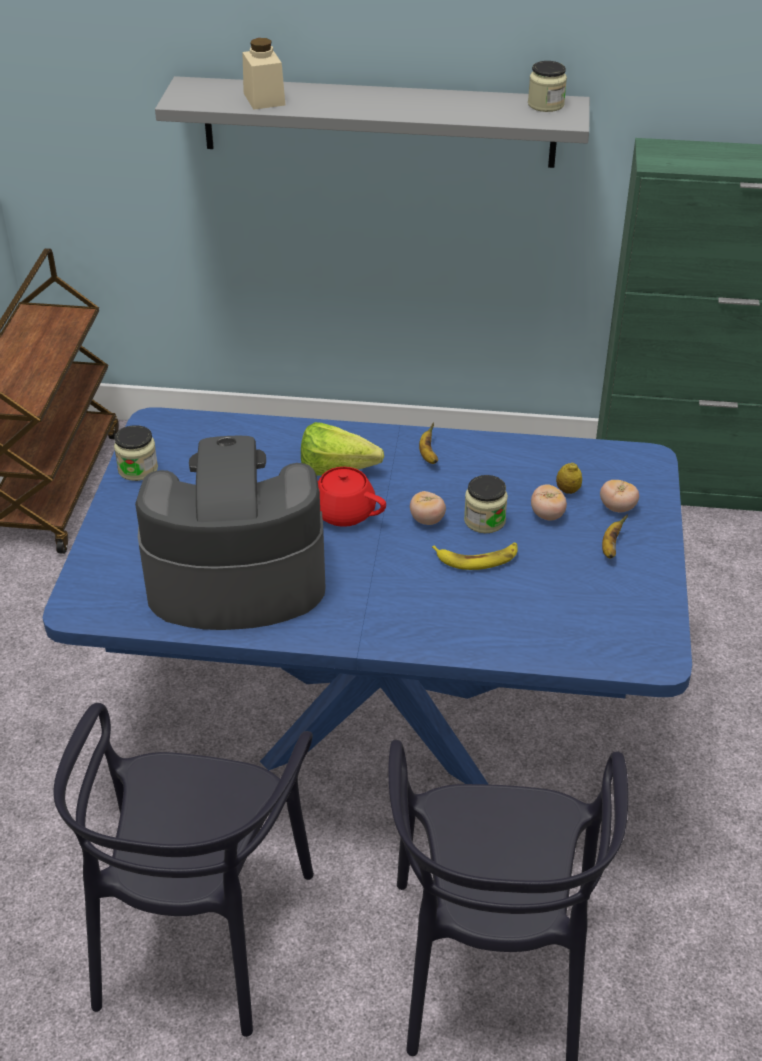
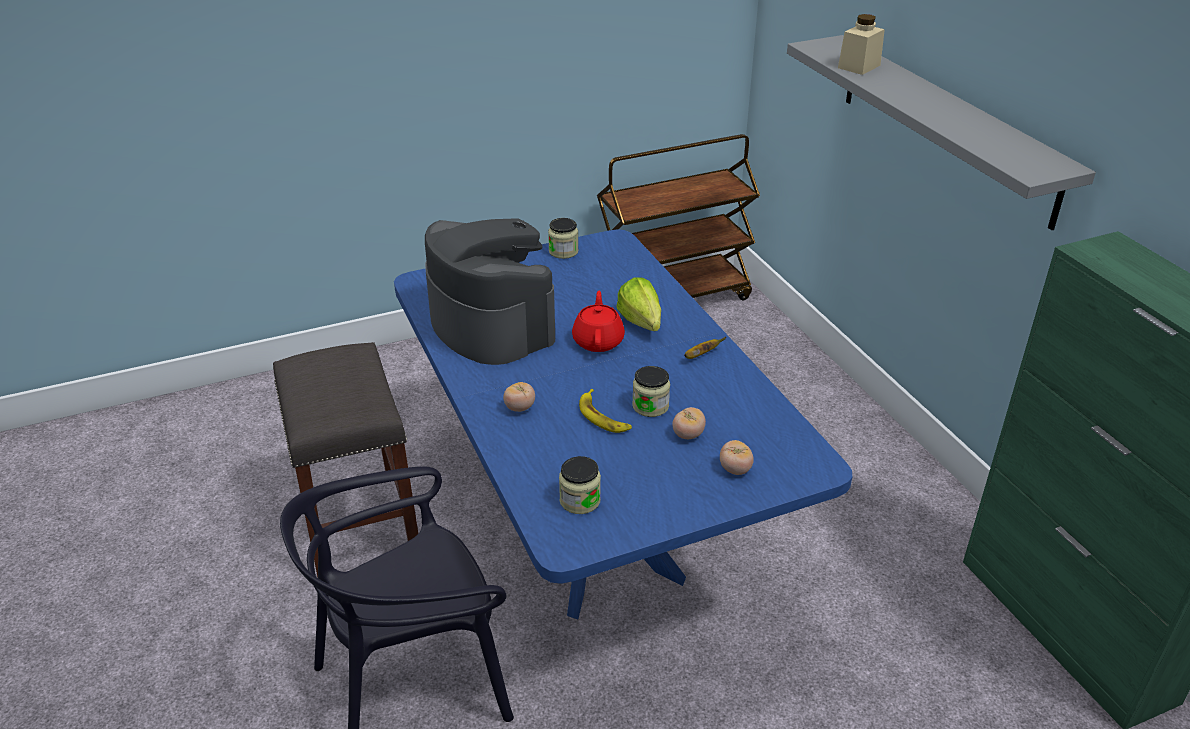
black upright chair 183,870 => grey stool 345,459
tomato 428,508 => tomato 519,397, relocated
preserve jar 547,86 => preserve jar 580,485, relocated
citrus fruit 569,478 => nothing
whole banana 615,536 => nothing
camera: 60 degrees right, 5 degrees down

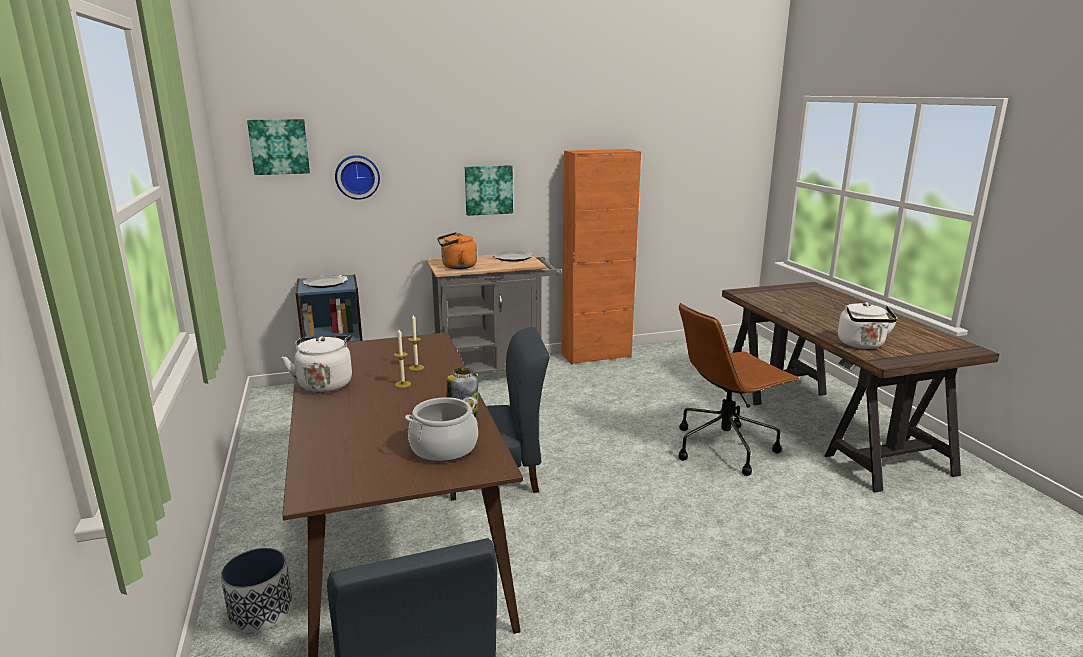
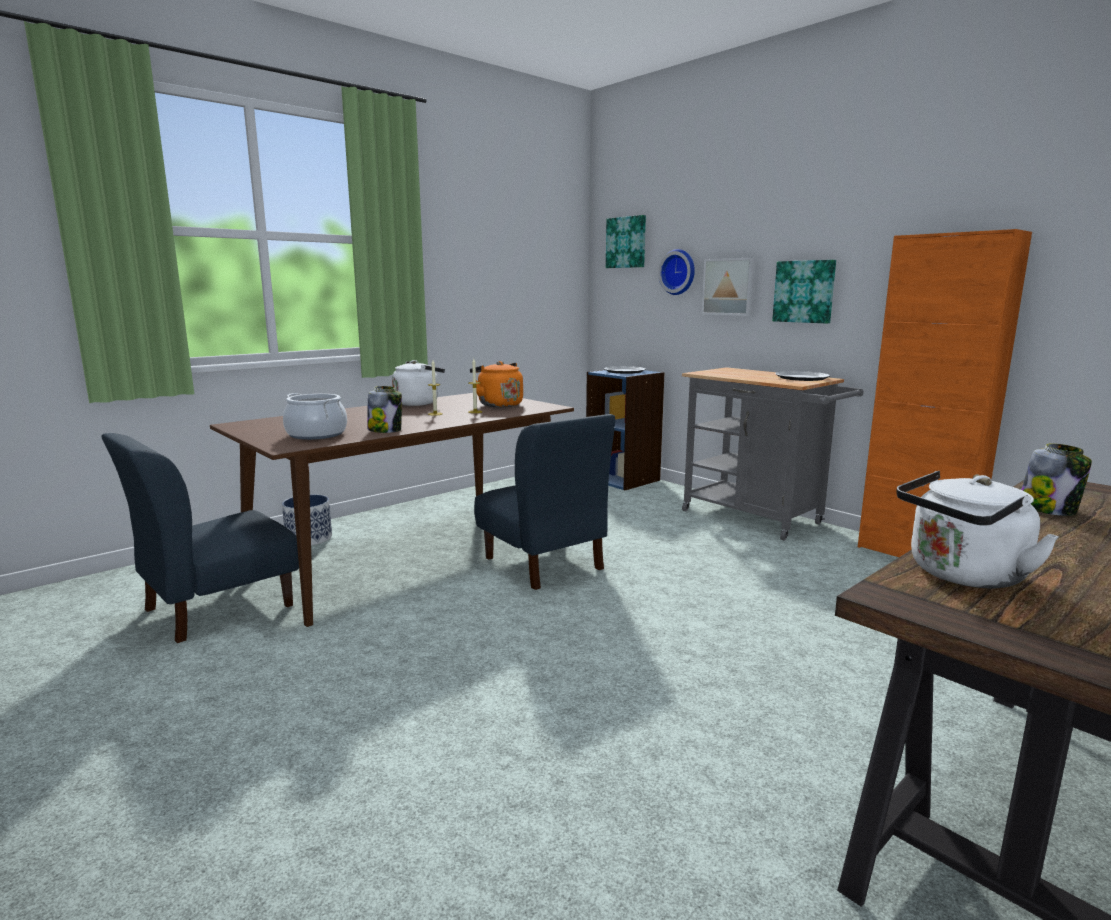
orange water kettle 457,250 => orange water kettle 496,384, relocated
brown desk chair 740,389 => nothing
nothing => picture 729,287
nothing => preserve jar 1056,479
camera: 65 degrees right, 5 degrees down

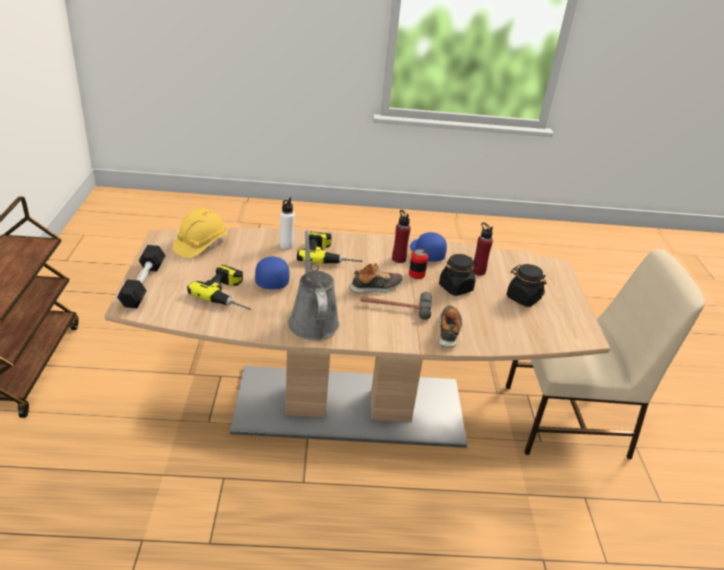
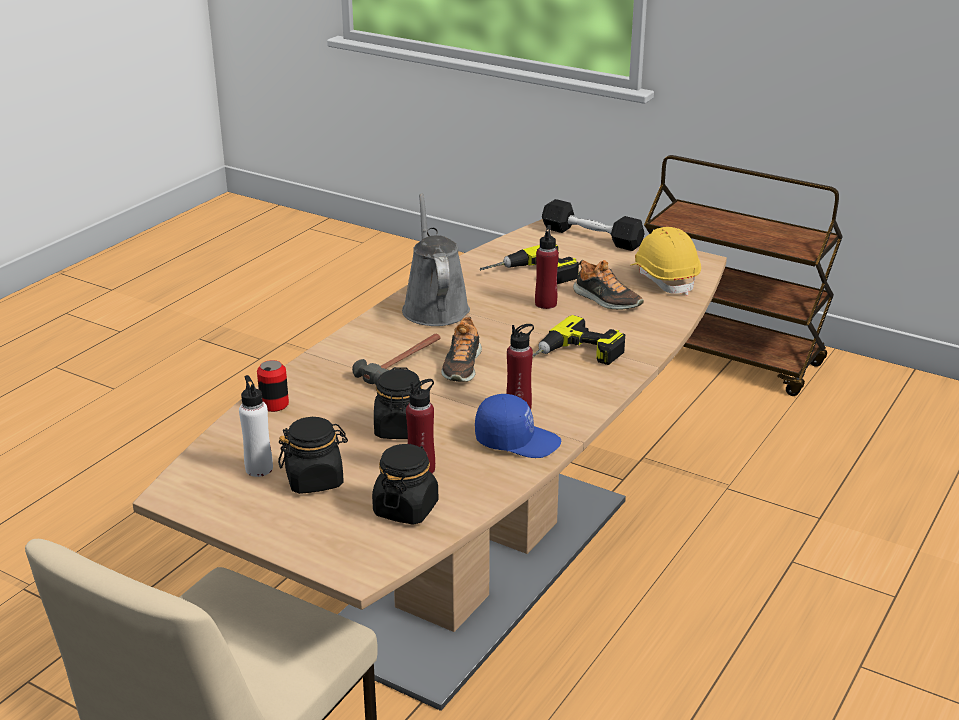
blue cap 272,272 => red-coloured drink bottle 547,267
whitish drink bottle 287,224 => whitish drink bottle 256,426, relocated
grey sprinkling can 314,285 => grey sprinkling can 436,260, 120 degrees counterclockwise
can 418,264 => can 273,386, relocated
low shoe 450,326 => low shoe 608,285, relocated
nothing => black preserve jar 405,484
camera: 125 degrees right, 5 degrees down

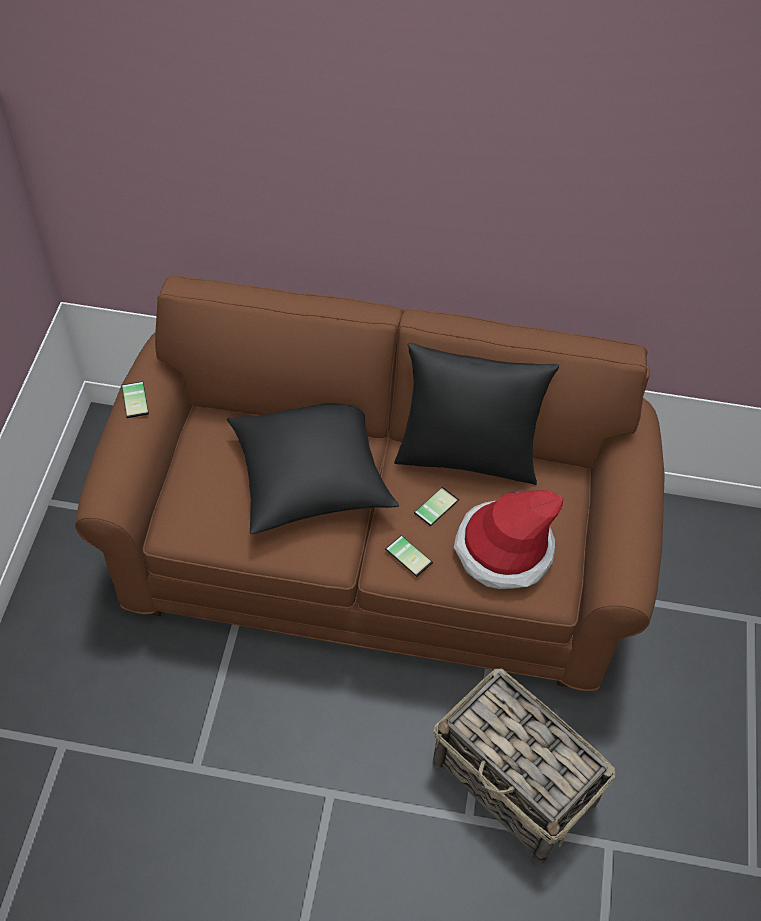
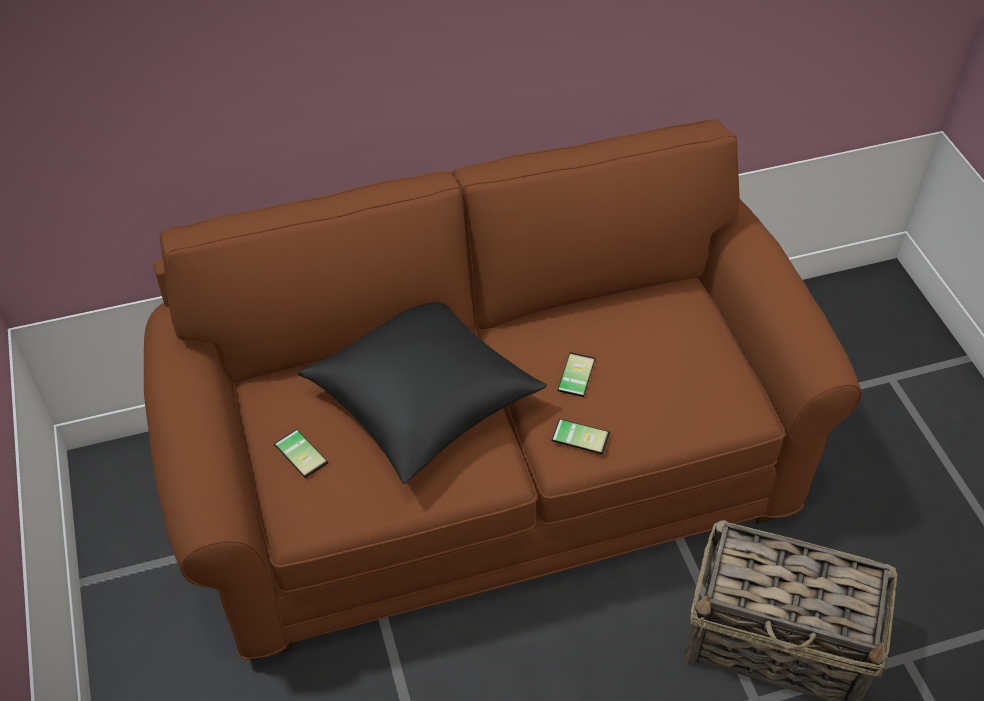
telephone 136,399 => telephone 301,453, relocated
black cushion 476,414 => nothing
wearable hat 508,539 => nothing
camera: 25 degrees left, 5 degrees down

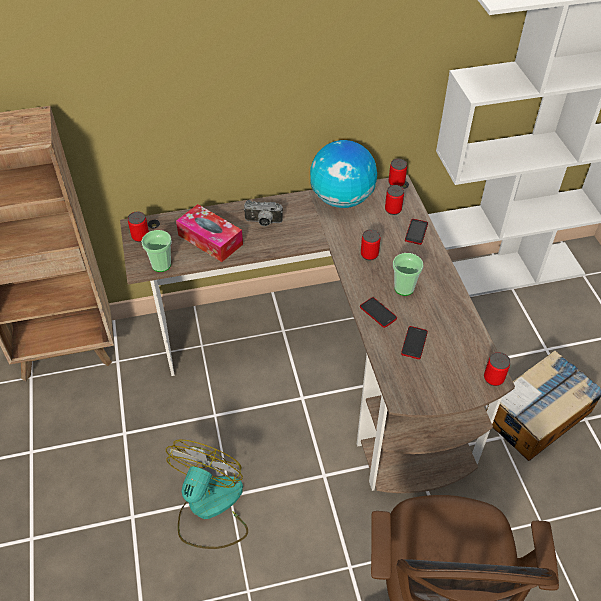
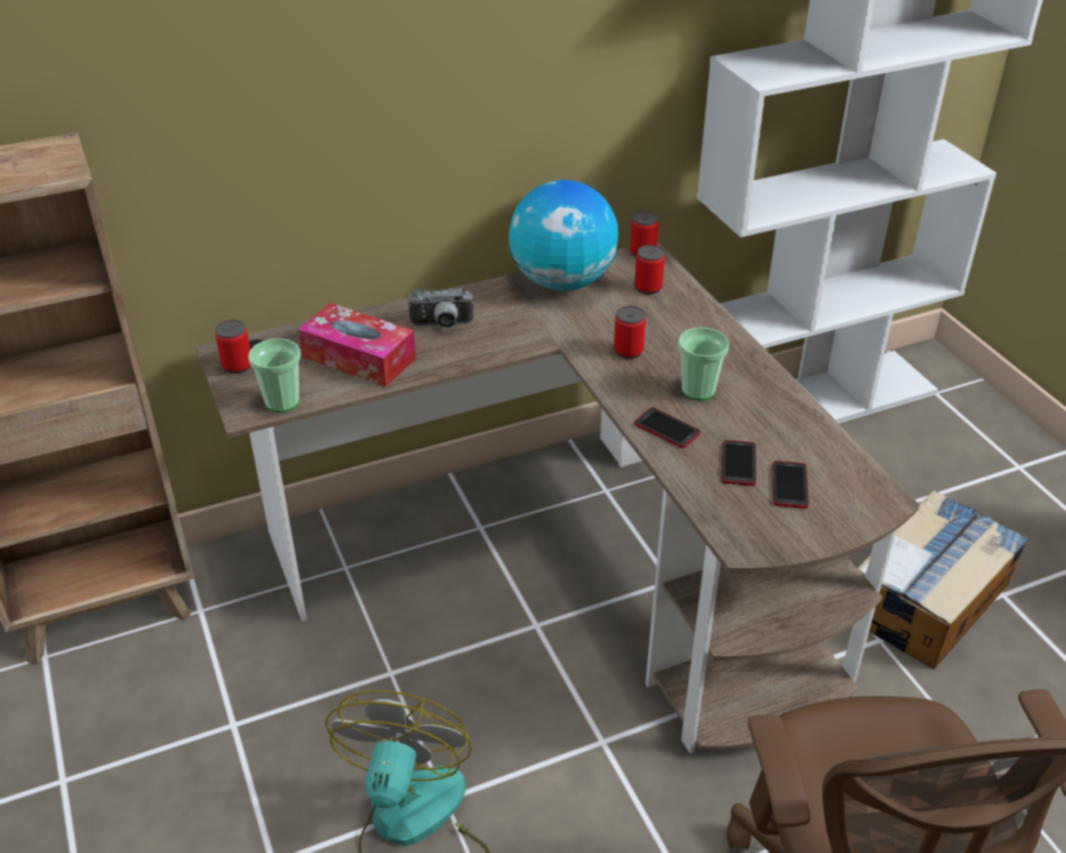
telephone 416,232 => telephone 790,485, relocated
can 497,369 => nothing
camera: 10 degrees left, 10 degrees down

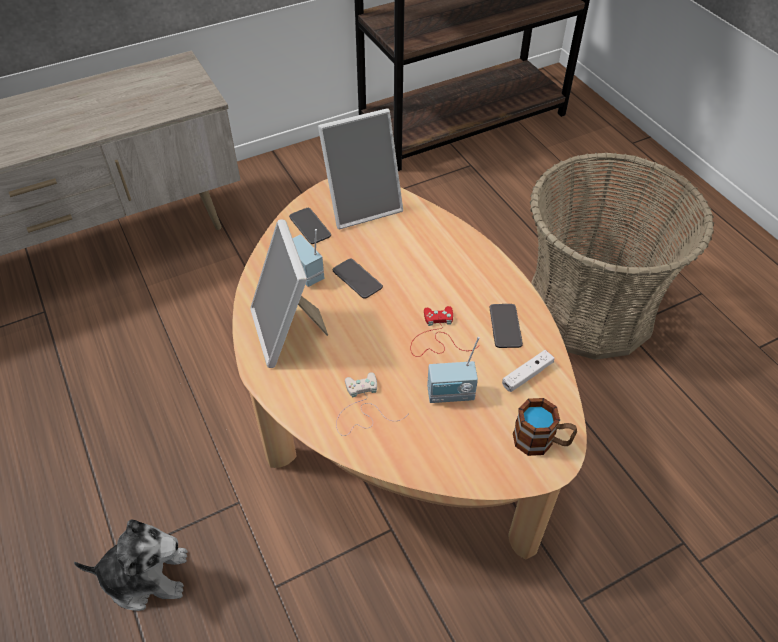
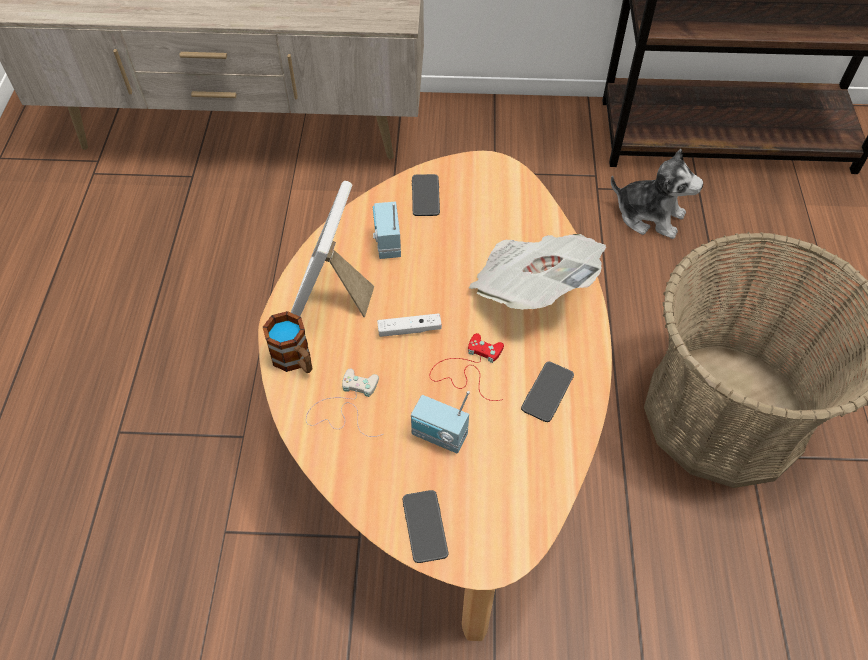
plush toy 131,565 => plush toy 657,194, relocated
photo frame 360,168 => nothing
telephone 358,279 => telephone 426,526, relocated
whitish joypad 528,371 => whitish joypad 409,325, relocated
mug 545,427 => mug 287,342, relocated
nothing => printed paper 538,272
camera: 30 degrees right, 5 degrees up

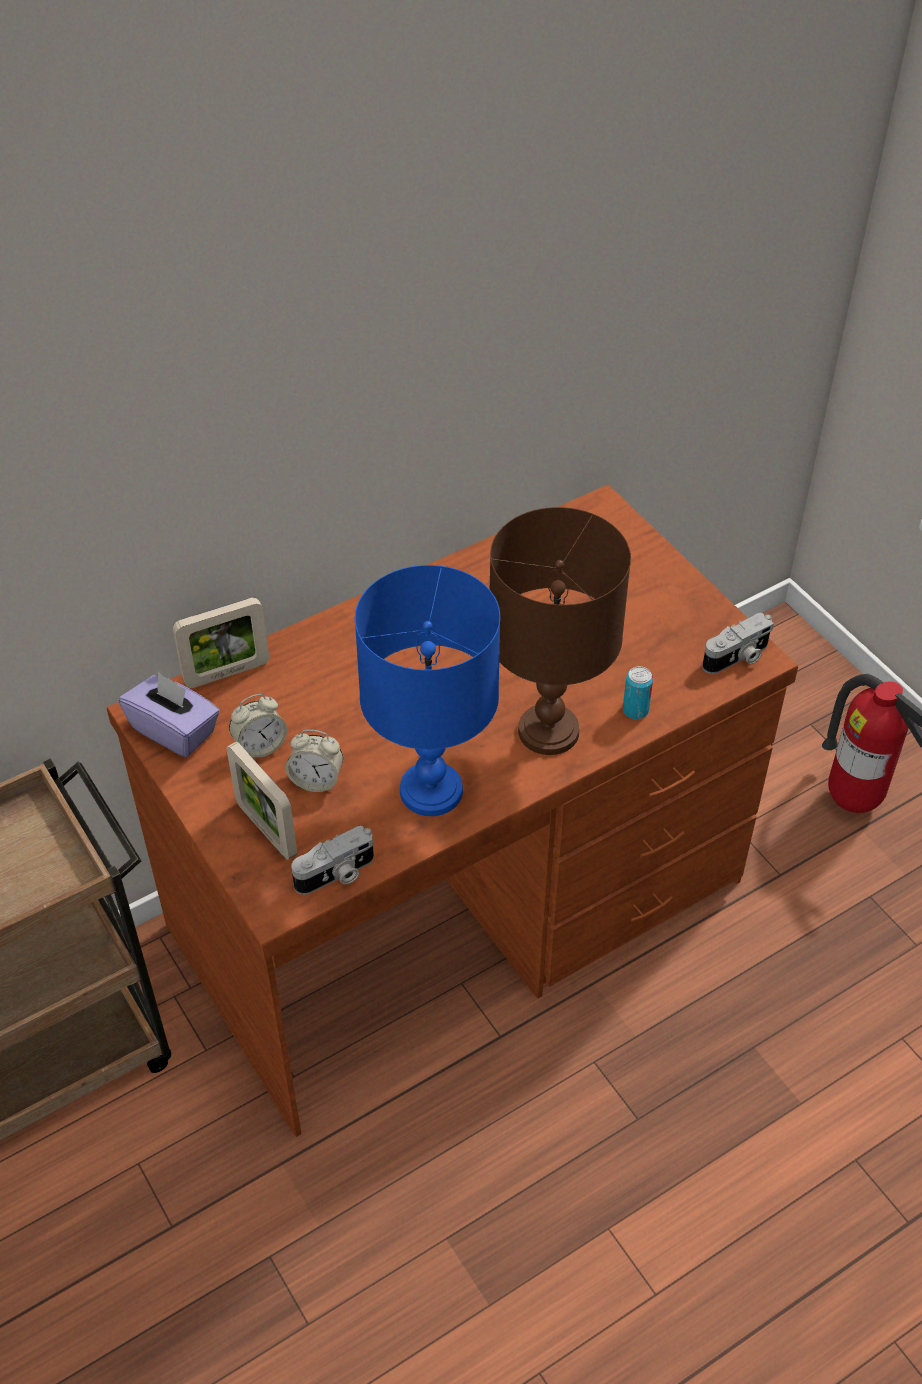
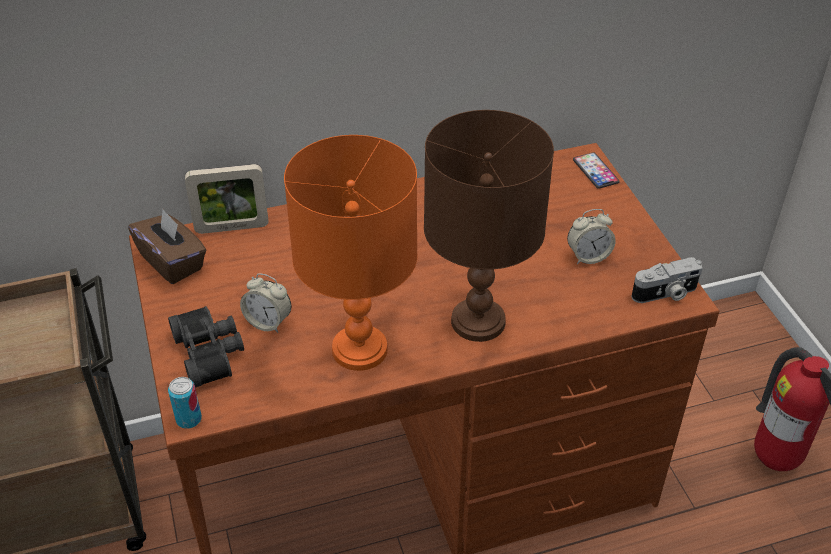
purple tissue holder 169,714 => brown tissue holder 167,246
photo frame 261,801 => black binoculars 206,347
table clock 258,726 => table clock 591,236, relocated
still camera 332,860 => nothing
blue lamp for a table 427,690 => orange lamp for a table 351,253
can 638,692 => can 185,403, relocated
nothing => telephone 596,170
camera: 15 degrees right, 5 degrees down

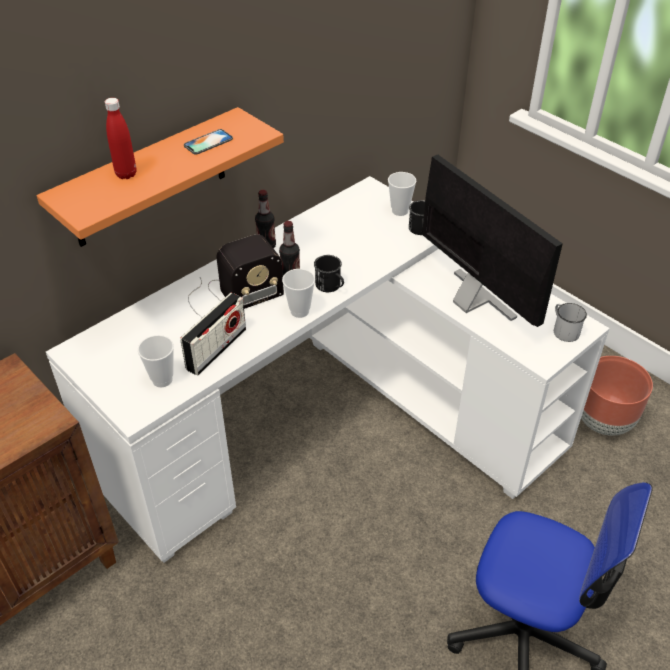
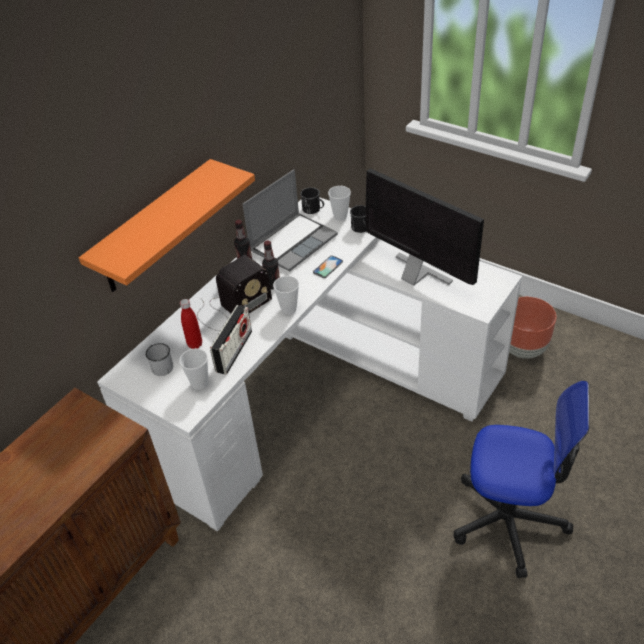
red-coloured drink bottle 121,138 => red-coloured drink bottle 191,324, relocated
telephone 208,142 => telephone 328,266, relocated
black mug 329,273 => black mug 312,200, relocated
whitish mug 570,322 => whitish mug 159,359, relocated
nothing => notebook computer 290,220
camera: 10 degrees left, 0 degrees up

